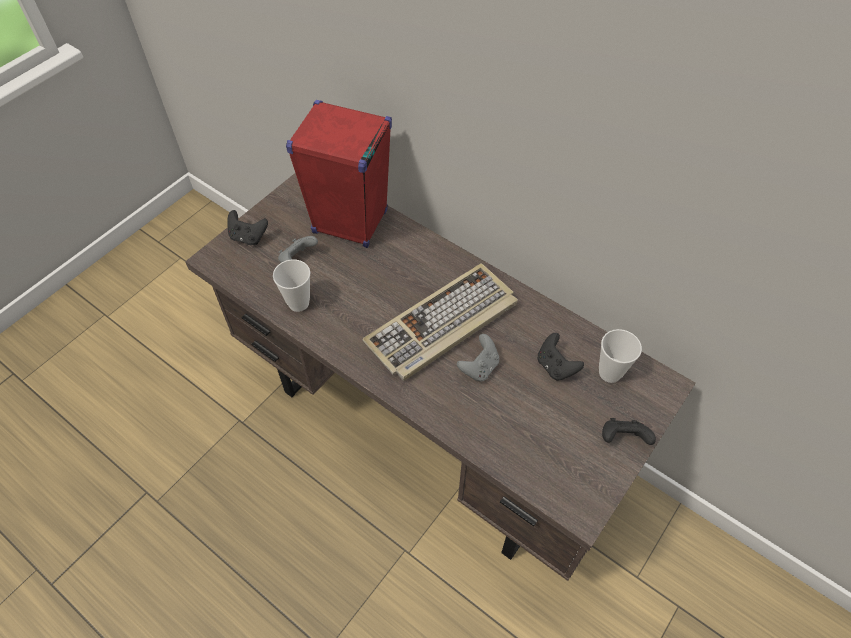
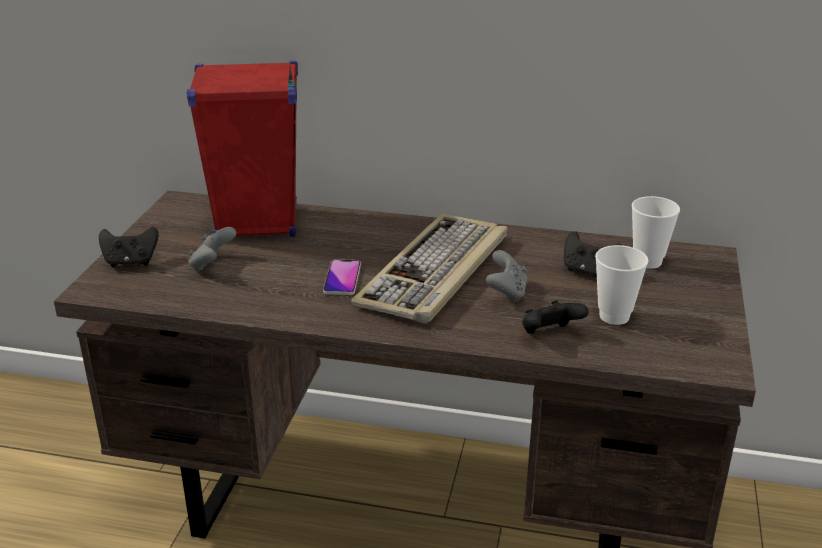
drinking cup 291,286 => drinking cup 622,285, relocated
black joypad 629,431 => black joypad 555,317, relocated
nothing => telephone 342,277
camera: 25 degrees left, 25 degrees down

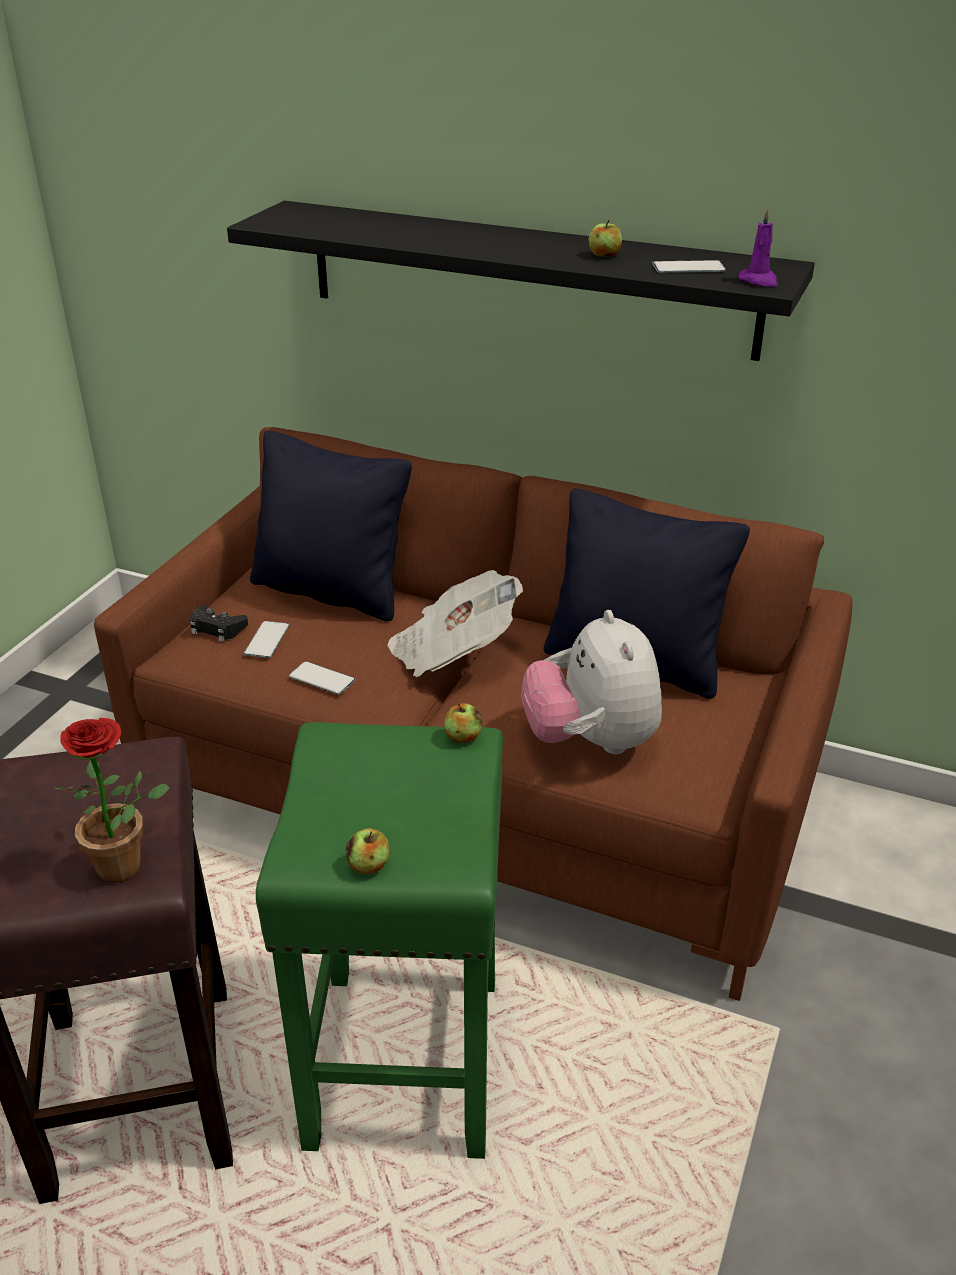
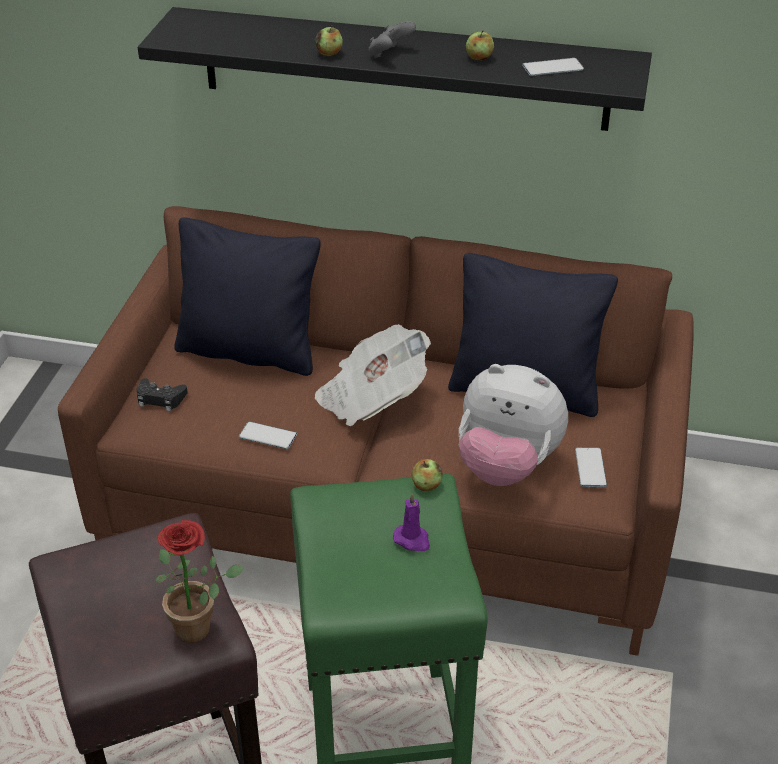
telephone 266,639 => telephone 591,467, relocated
whole apple 368,851 => whole apple 329,40, relocated
plush toy 591,682 => plush toy 513,425, 45 degrees counterclockwise
purple wax candle 758,247 => purple wax candle 411,522, relocated
nothing => grey joypad 392,39
camera: 10 degrees left, 5 degrees up

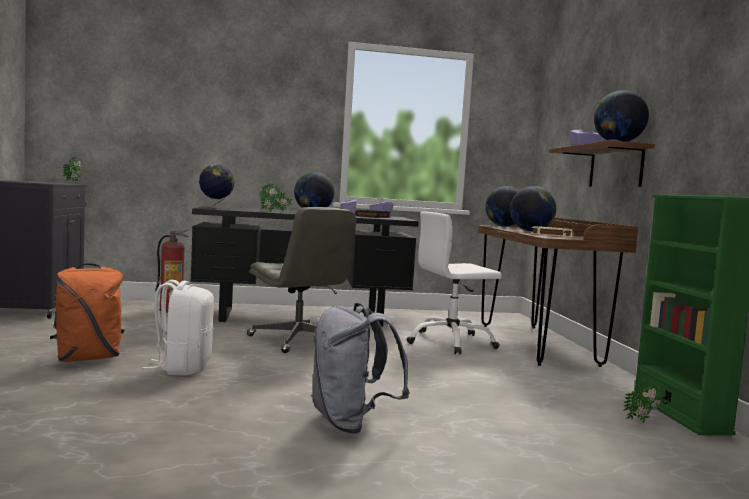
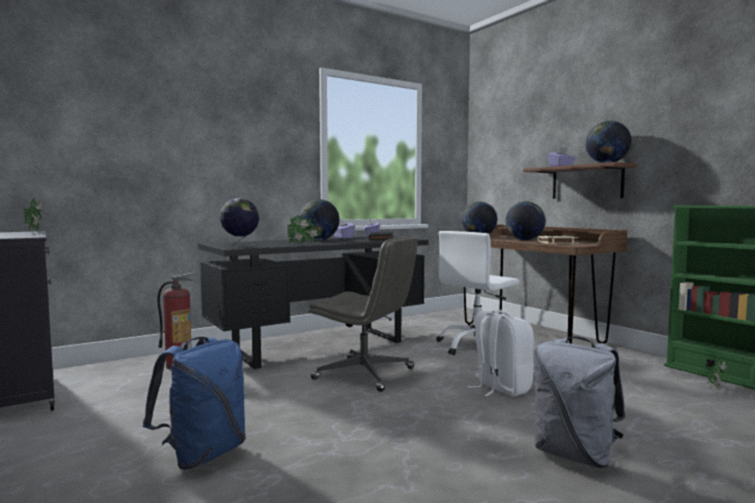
orange knapsack 87,312 => blue knapsack 194,403
whitish knapsack 178,327 => whitish knapsack 500,353, relocated
camera: 25 degrees left, 0 degrees up

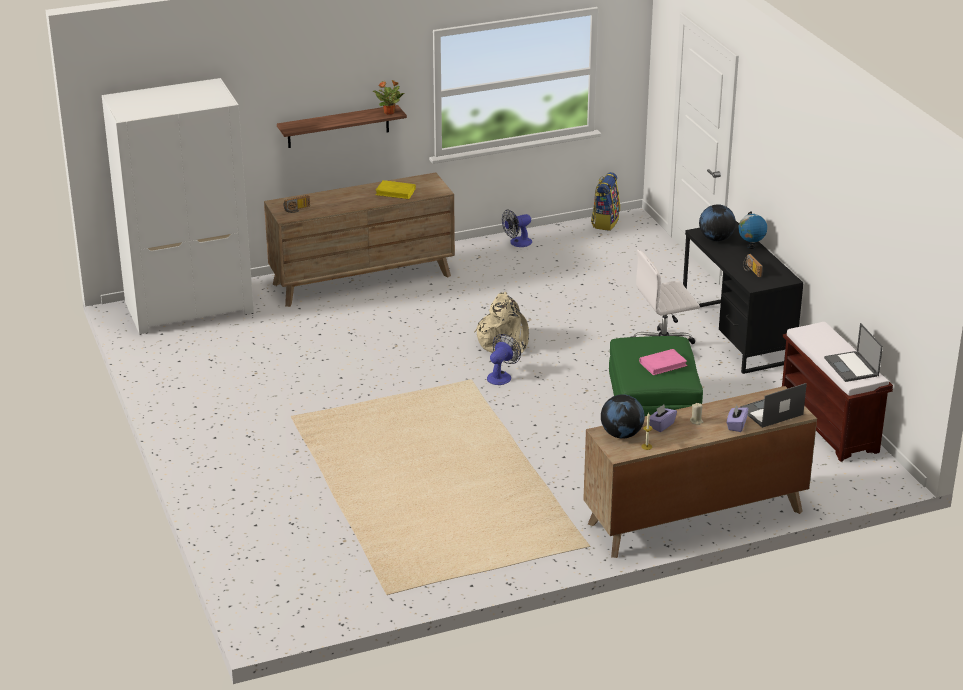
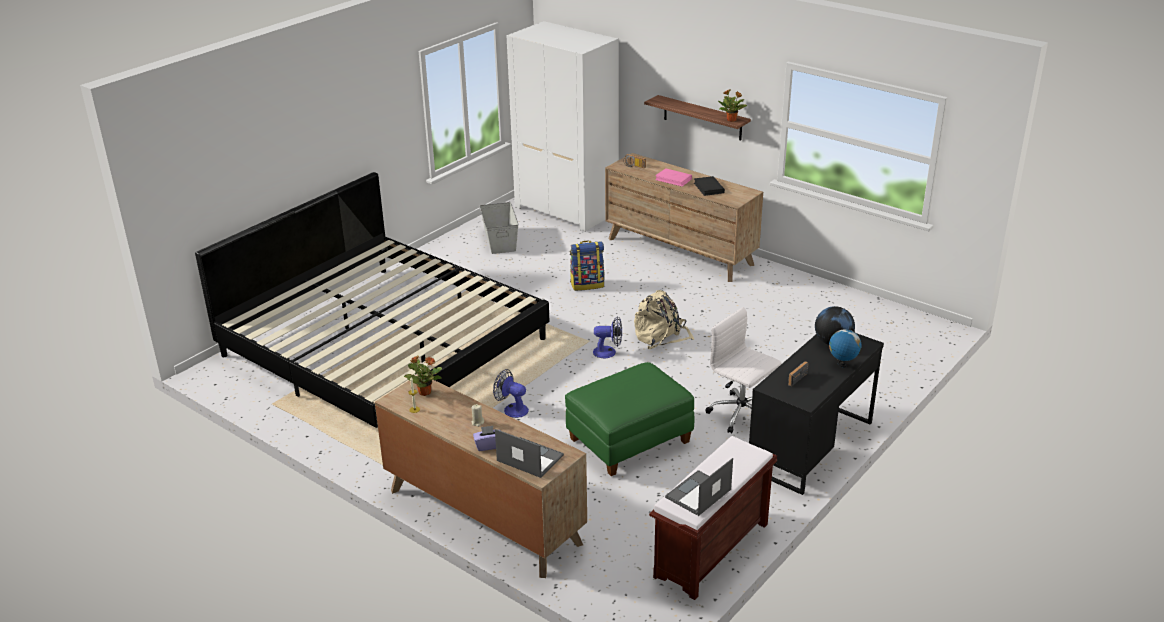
yellow-coloured book 396,189 => black book 709,186
cooling fan 517,228 => cooling fan 511,393, relocated
knapsack 605,201 => knapsack 587,266, relocated
world globe 623,416 => plant in a pot 423,376
pink book 663,362 => pink book 673,177, relocated
purple tissue holder 663,418 => nothing
nothing => bed 372,300
nothing => grey storage box 499,228
camera: 60 degrees right, 0 degrees up

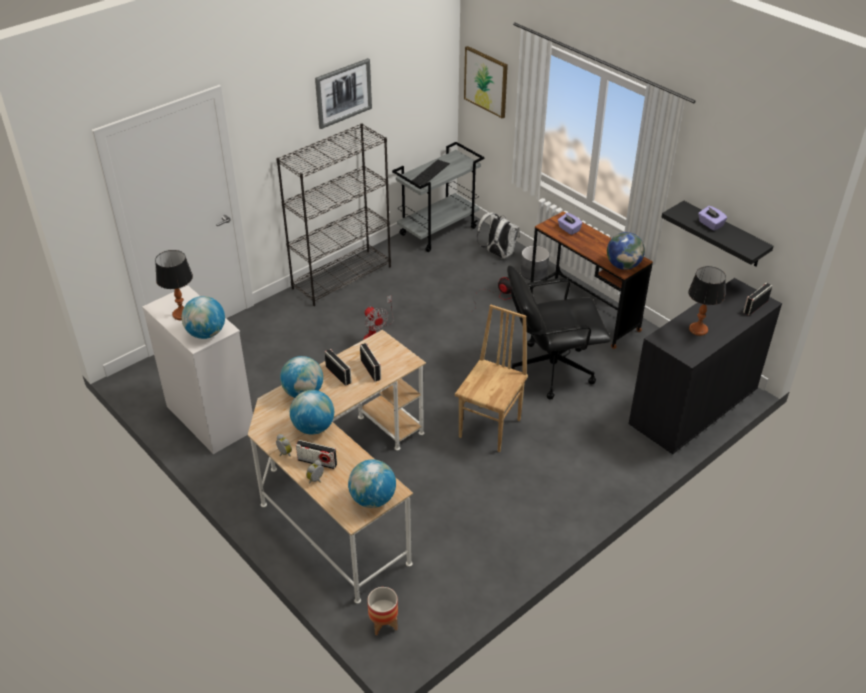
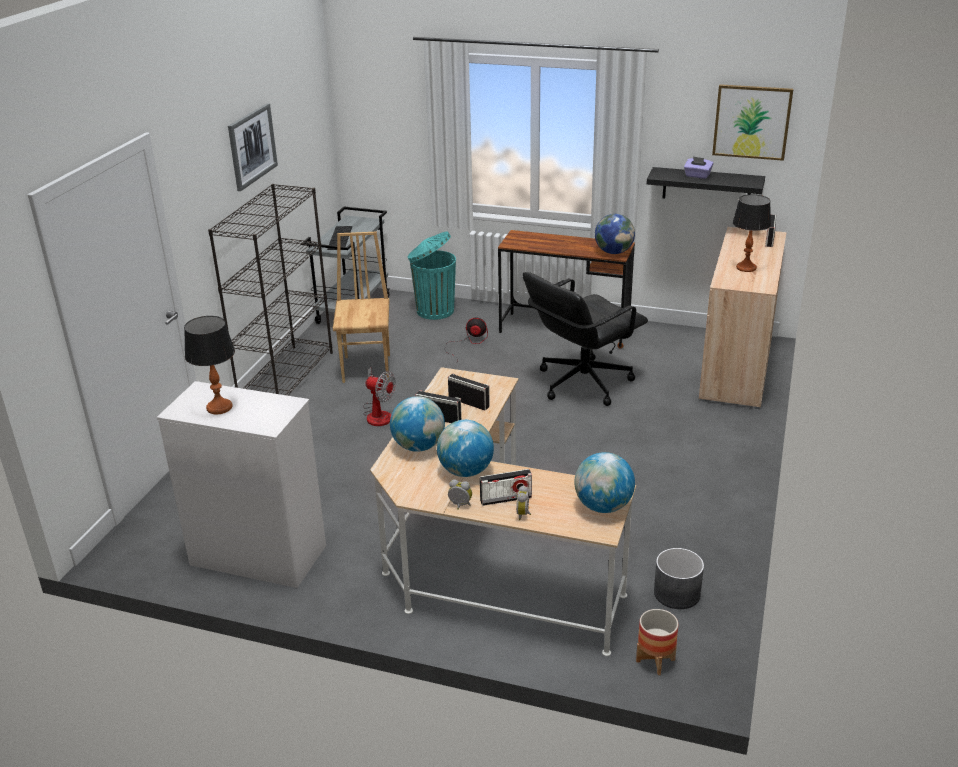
world globe 203,317 => nothing
brown upright chair 491,378 => brown upright chair 361,307, relocated
picture 486,82 => picture 752,122, relocated
whitish knapsack 498,235 => blue-green waste bin 432,276
grey plant pot 535,263 => grey plant pot 679,578, relocated
purple tissue holder 570,224 => nothing
black cabinet 705,366 => sand-coloured cabinet 743,318
camera: 30 degrees left, 10 degrees down

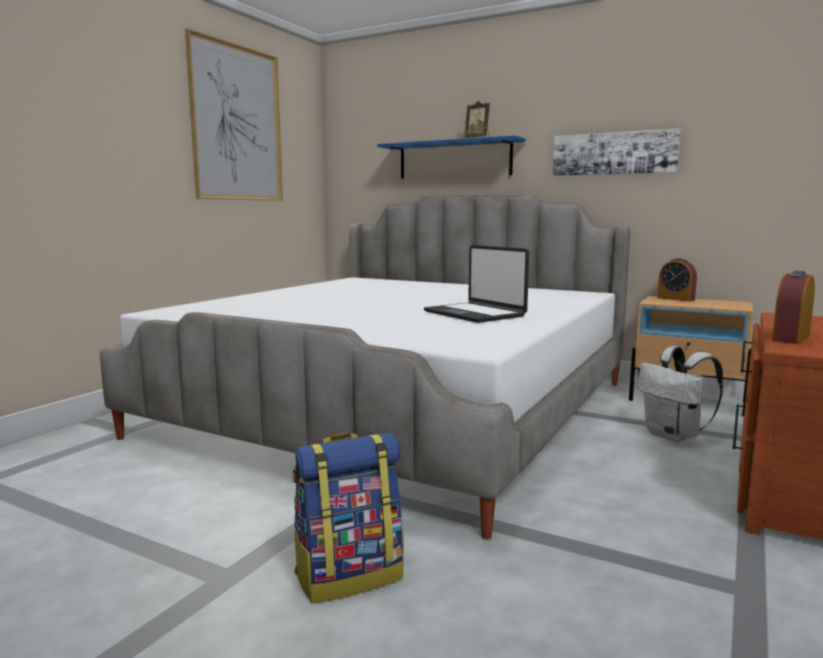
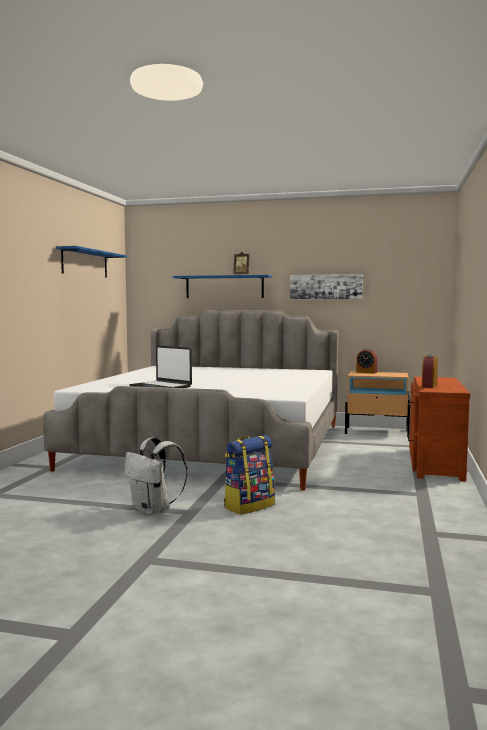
picture 234,114 => blue shelf 91,262
notebook computer 476,284 => notebook computer 160,367, relocated
whitish knapsack 680,394 => whitish knapsack 156,476, relocated
camera: 15 degrees left, 5 degrees down

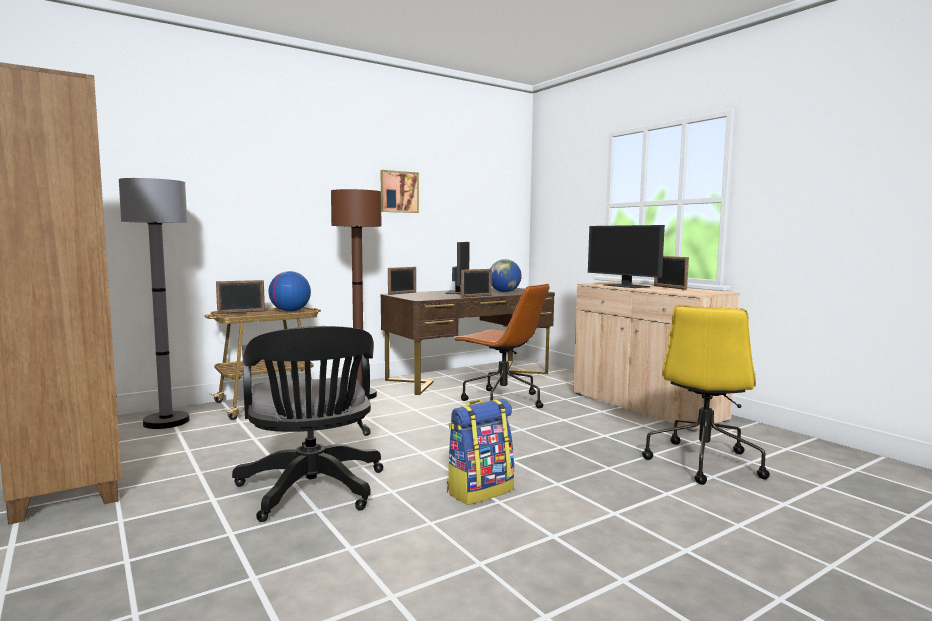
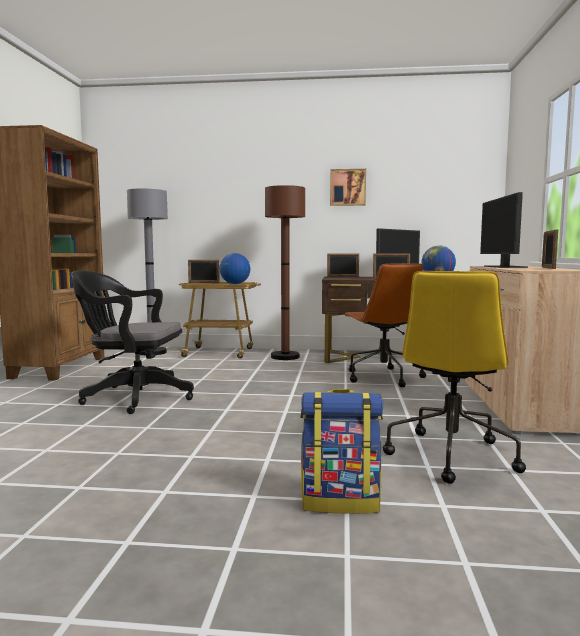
black desk chair 307,424 => black desk chair 132,342, 75 degrees clockwise
knapsack 480,452 => knapsack 341,451, relocated
yellow-coloured desk chair 706,395 => yellow-coloured desk chair 454,377, 45 degrees counterclockwise
camera: 40 degrees right, 0 degrees up

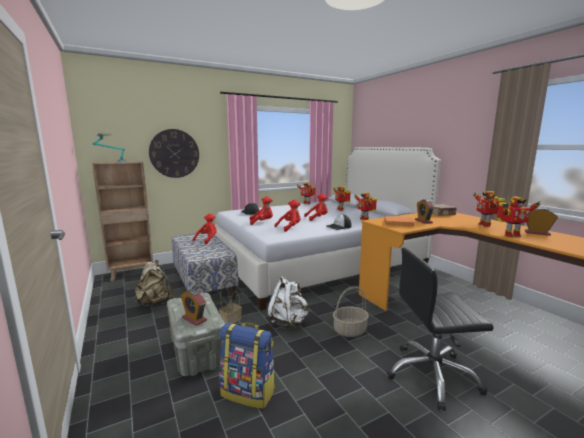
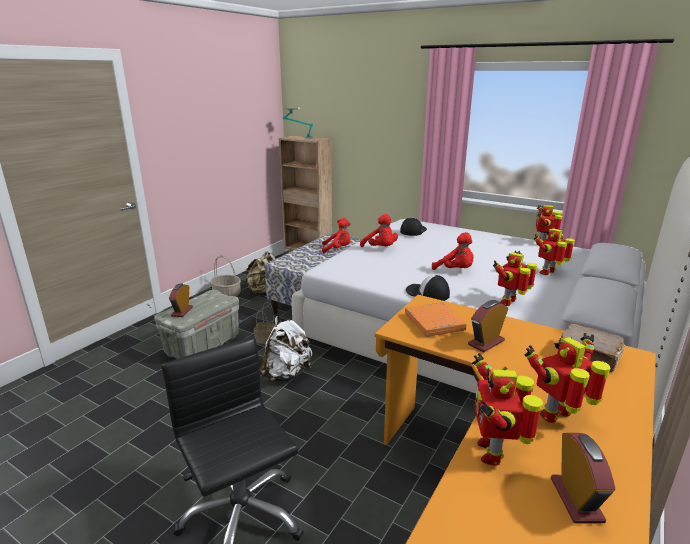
wall clock 174,153 => nothing
knapsack 247,366 => nothing
red-coloured plush toy 288,216 => nothing
household basket 351,311 => household basket 225,276, relocated
model robot 518,216 => model robot 507,409, 45 degrees clockwise
camera: 60 degrees right, 10 degrees up

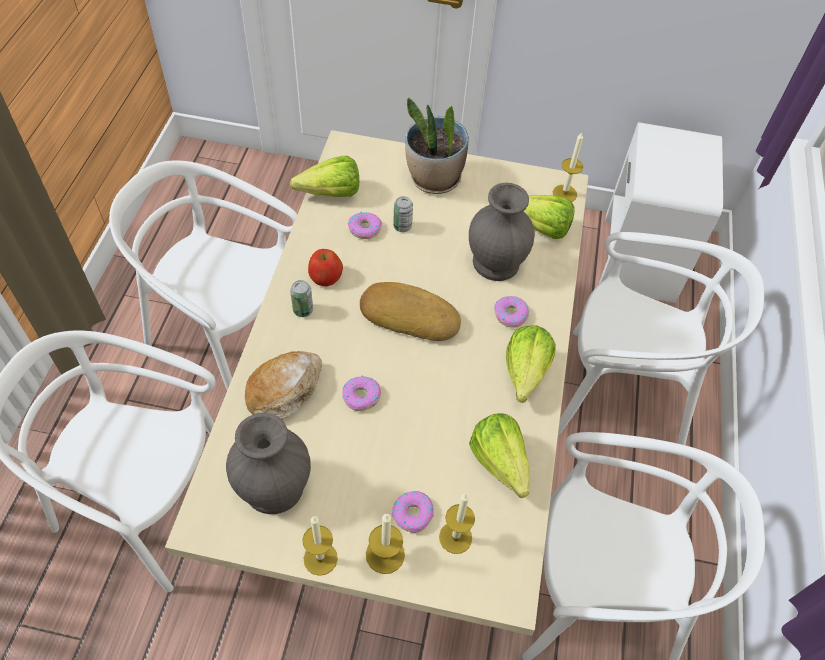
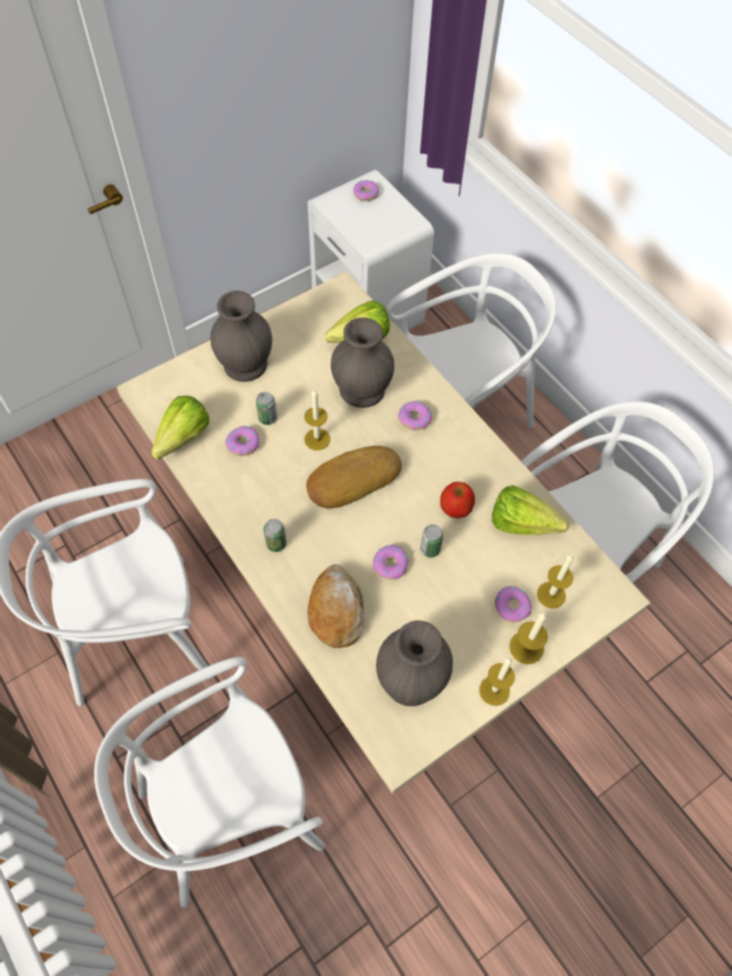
whole apple 325,268 => whole apple 457,500, relocated
plant in a pot 437,146 => grey flower vase 241,336
lettuce head 531,364 => nothing
wax candle 568,167 => wax candle 317,419, relocated
nothing => ring doughnut 366,190
nothing => can 431,541
camera: 45 degrees left, 5 degrees up

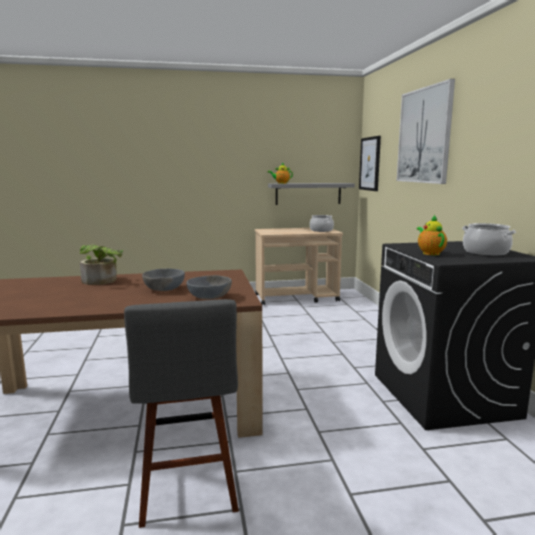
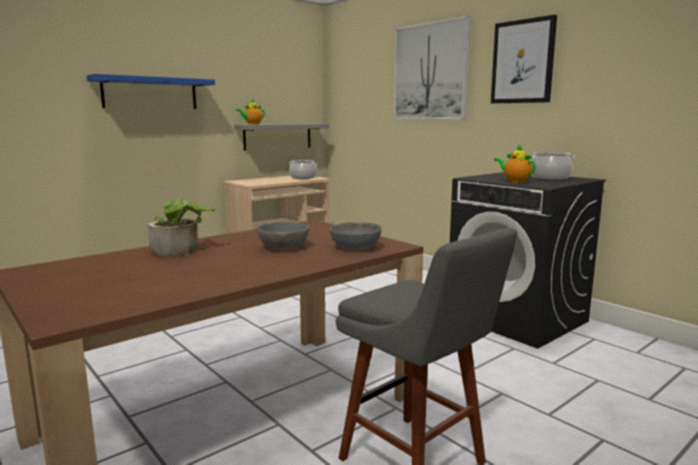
picture 370,163 => picture 524,59, relocated
nothing => blue shelf 151,91
camera: 30 degrees left, 0 degrees up

